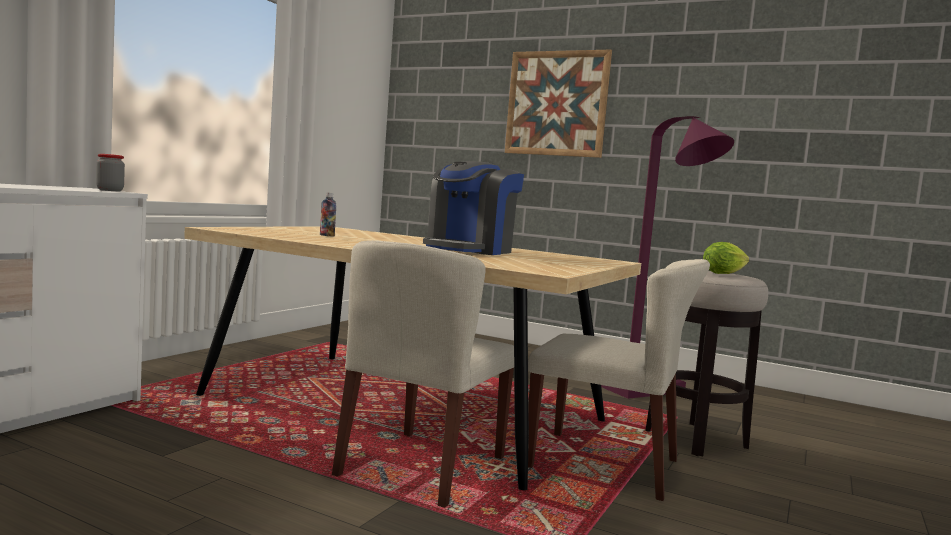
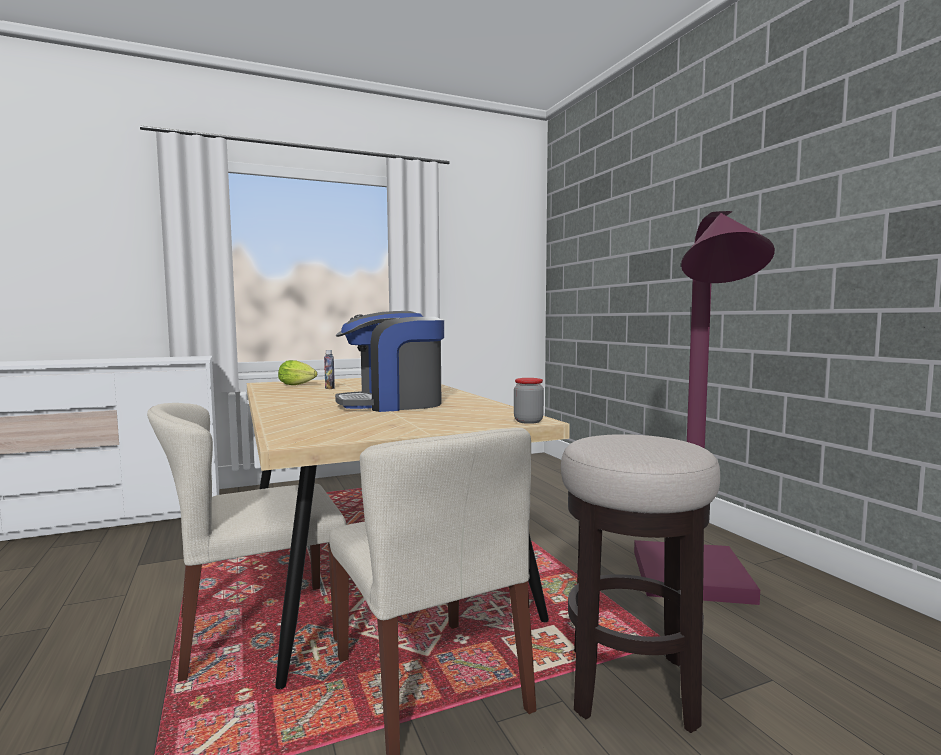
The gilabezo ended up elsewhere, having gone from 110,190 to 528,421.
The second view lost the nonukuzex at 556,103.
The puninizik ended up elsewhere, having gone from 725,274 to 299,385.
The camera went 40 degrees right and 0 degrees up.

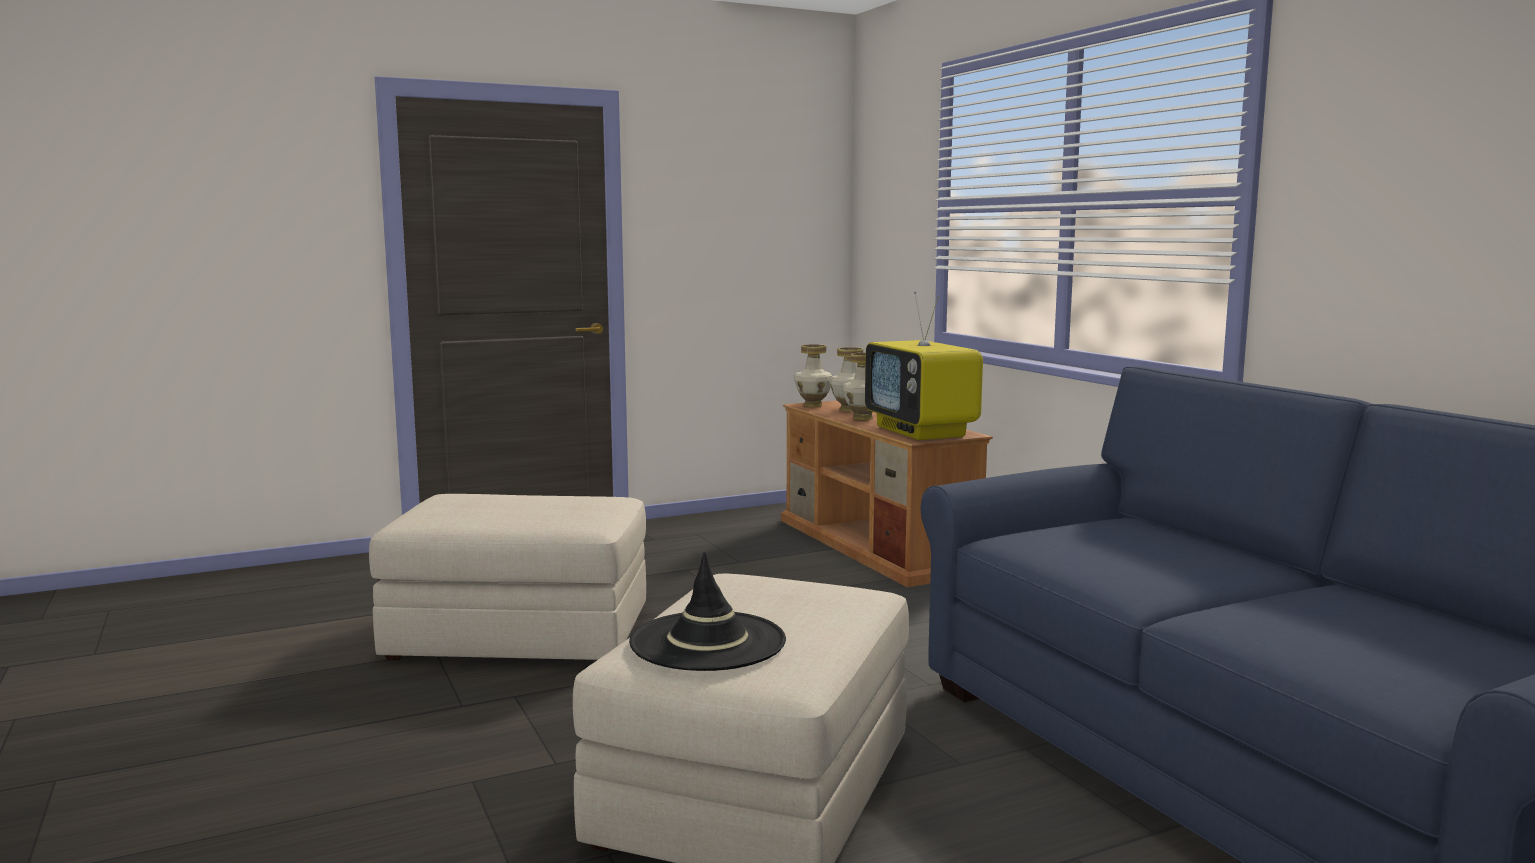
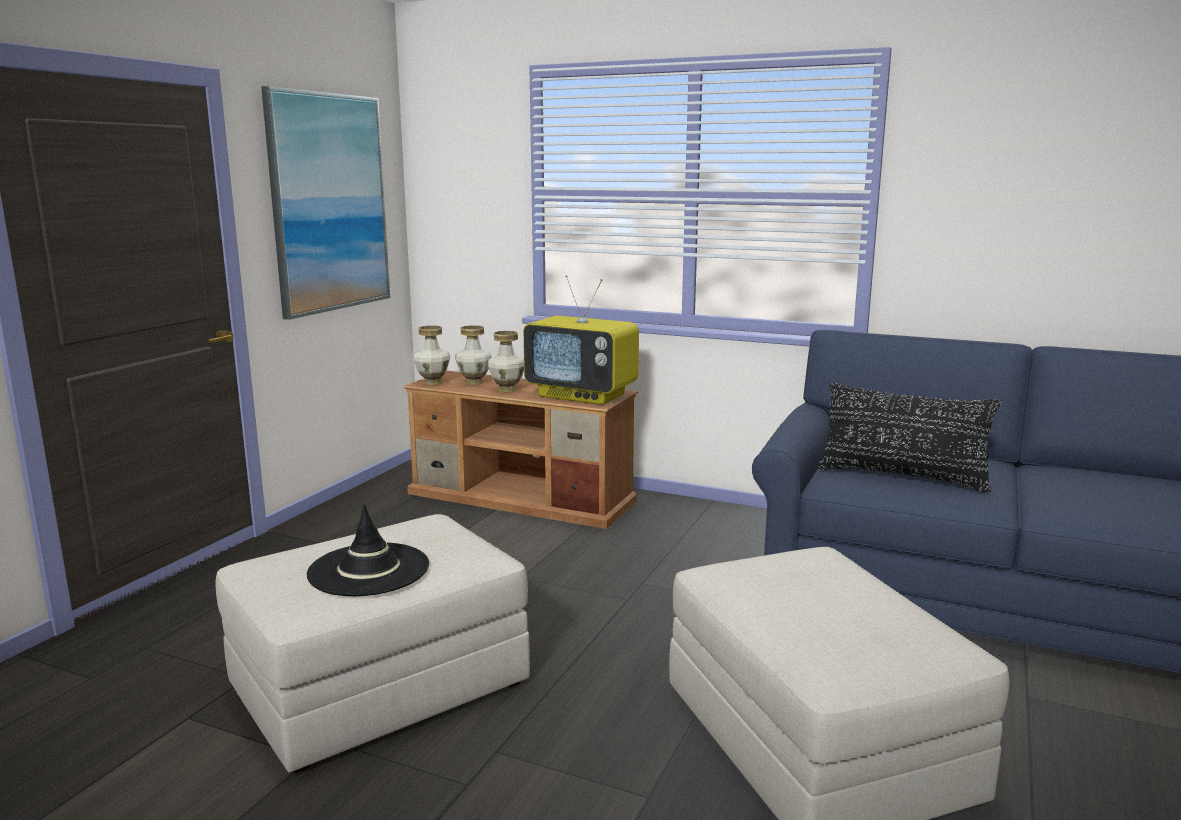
The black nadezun ended up elsewhere, having gone from 708,642 to 369,570.
The second view gained the nonukuzex at 329,203.
The second view gained the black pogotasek at 902,477.
The camera went 40 degrees left and 5 degrees up.

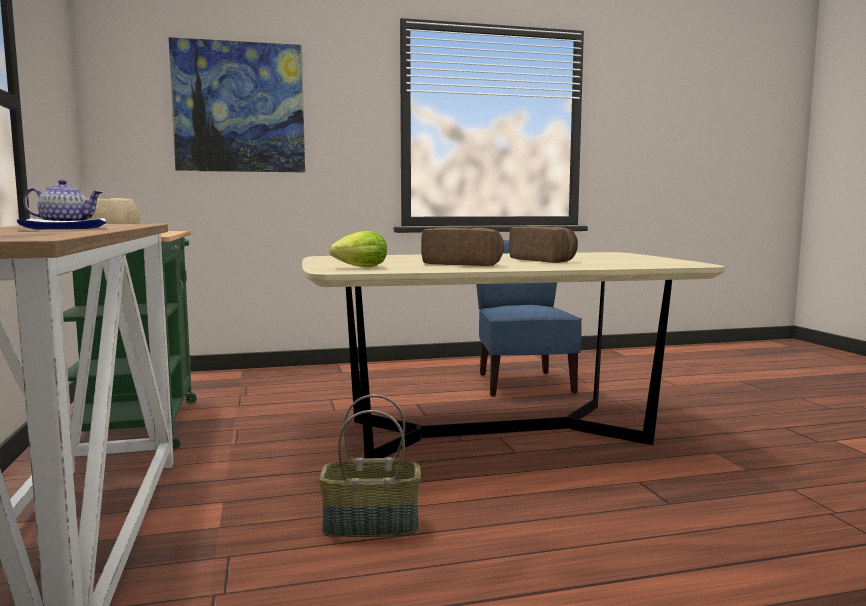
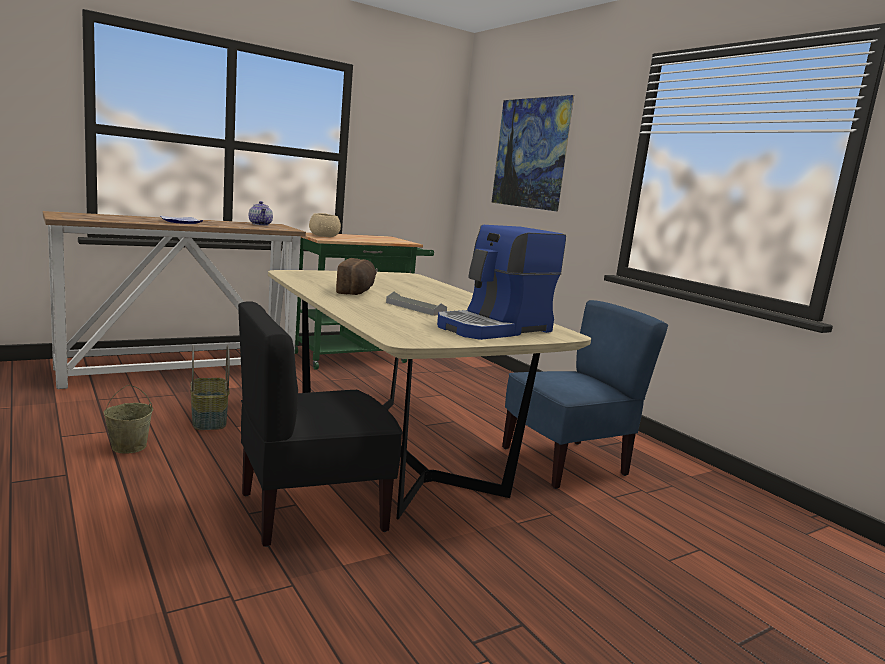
The second view lost the puninizik at 358,267.
Where the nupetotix stood at 544,260, the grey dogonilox came to stand at 415,308.
The second view gained the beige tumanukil at 129,447.
The second view gained the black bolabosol at 311,511.
The second view gained the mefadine at 495,328.
The camera went 70 degrees right and 5 degrees up.

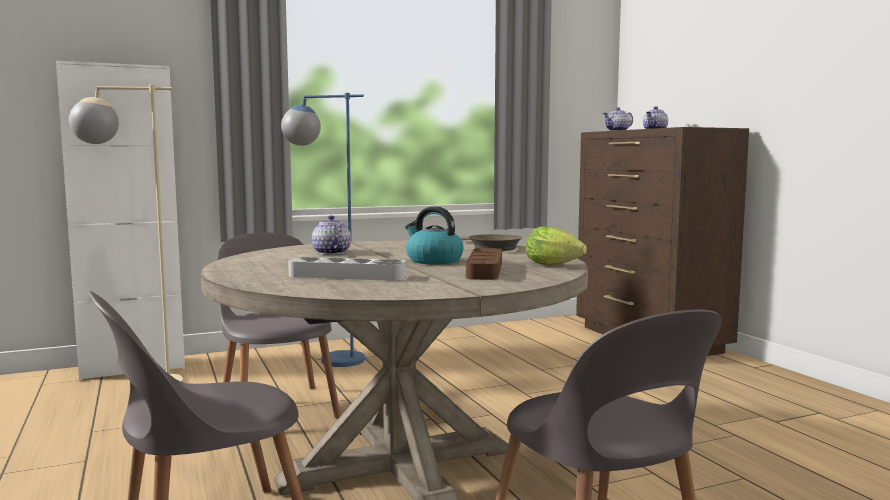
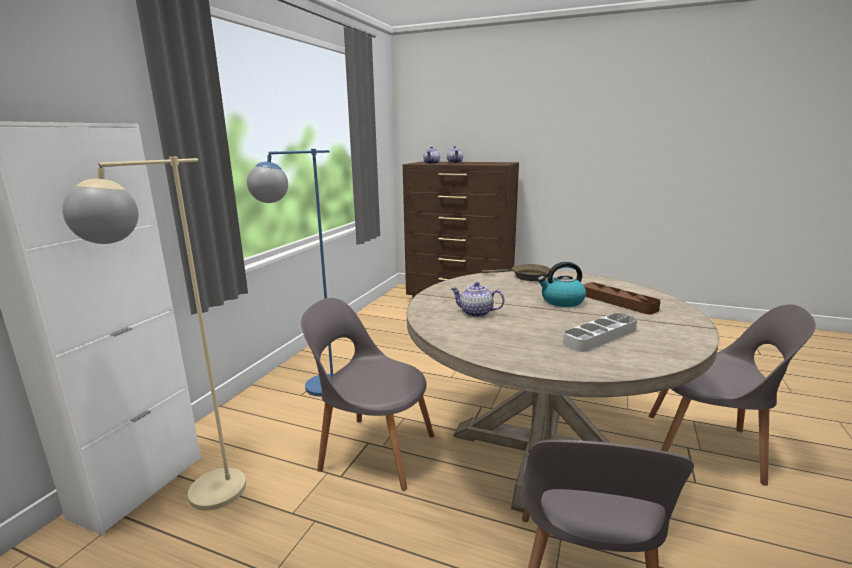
The second view lost the puninizik at 556,266.
The camera went 45 degrees left and 10 degrees up.

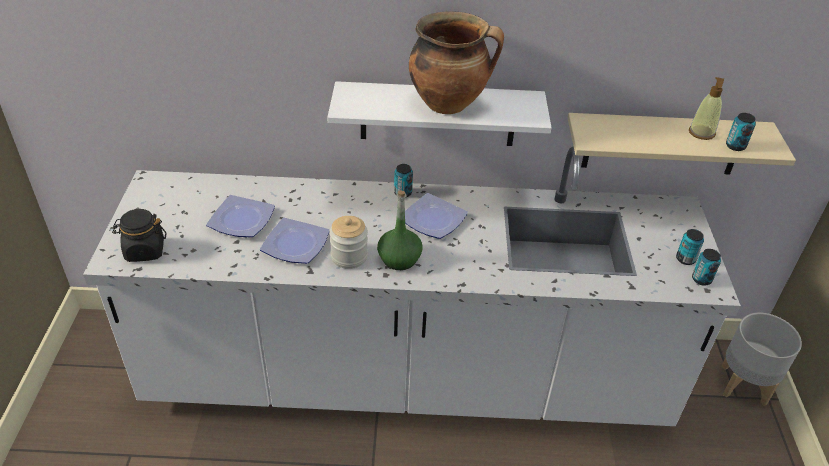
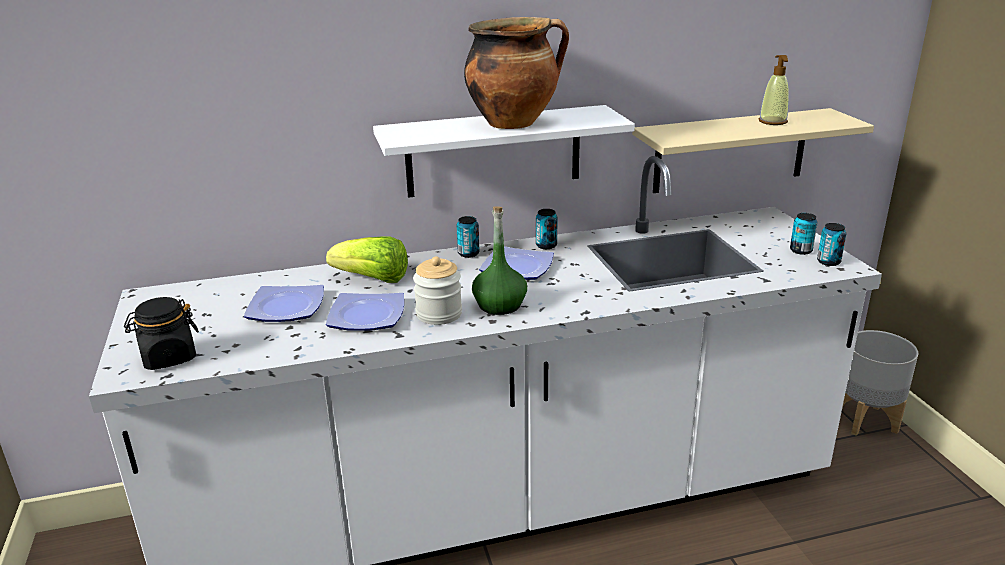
The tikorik ended up elsewhere, having gone from 735,146 to 546,245.
The second view gained the puninizik at 373,279.
The camera went 15 degrees left and 15 degrees down.

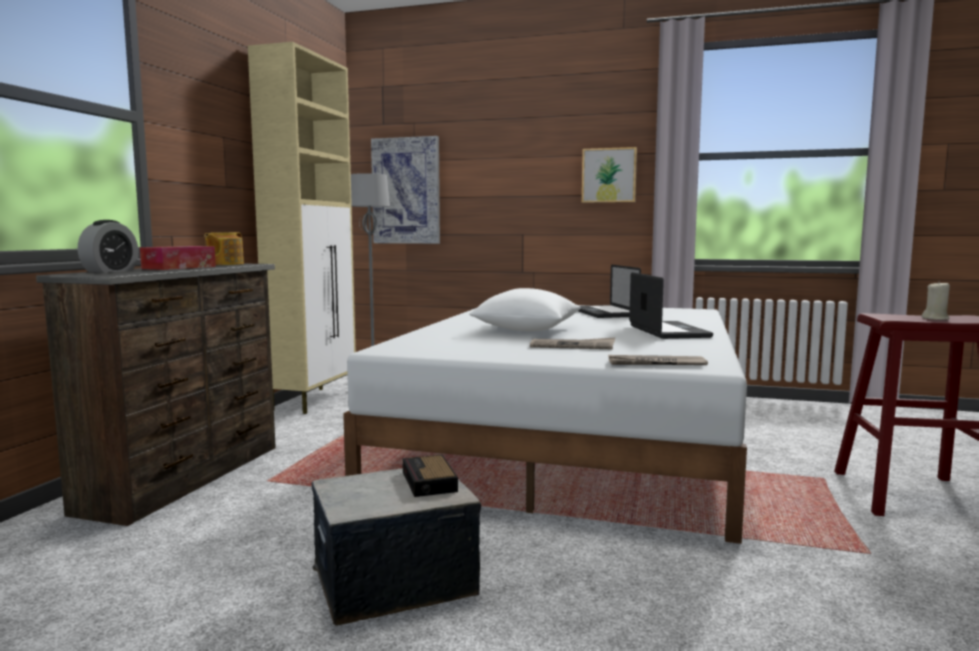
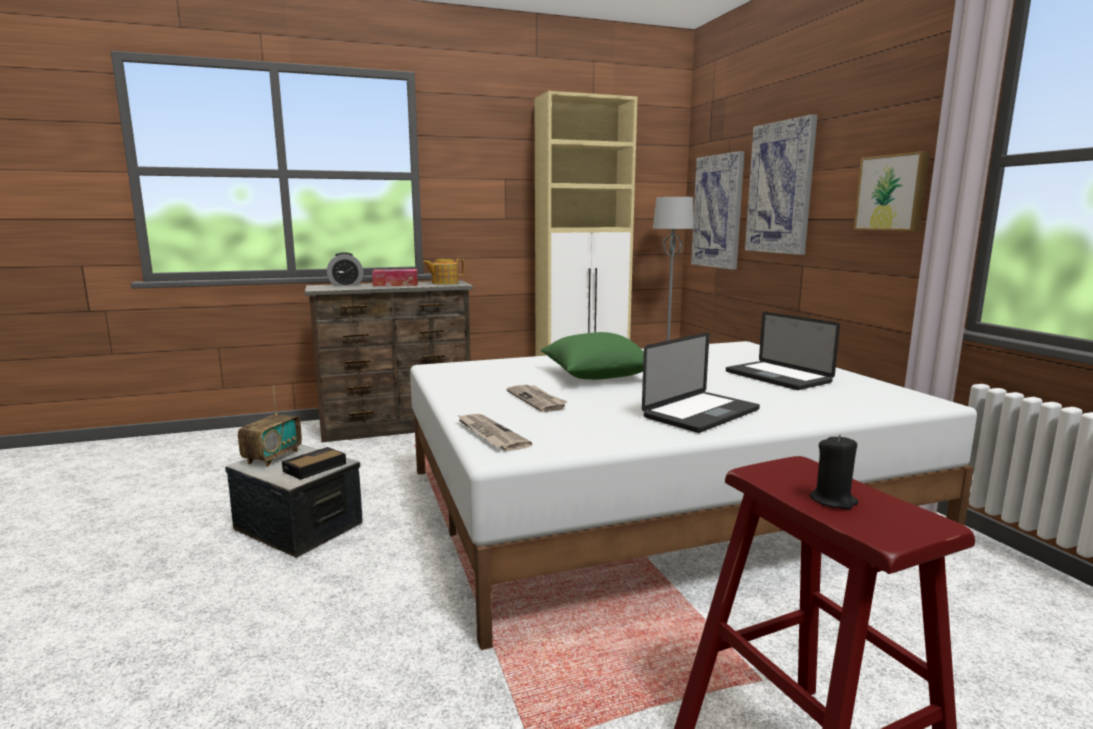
What was the white pogotasek at 526,330 turned into the green pogotasek at 596,376.
The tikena at 604,313 ended up facing another way, 75 degrees counterclockwise from before.
What was the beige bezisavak at 935,319 turned into the black bezisavak at 833,501.
The second view gained the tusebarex at 272,457.
The second view gained the nonukuzex at 780,188.
The camera went 55 degrees right and 5 degrees up.

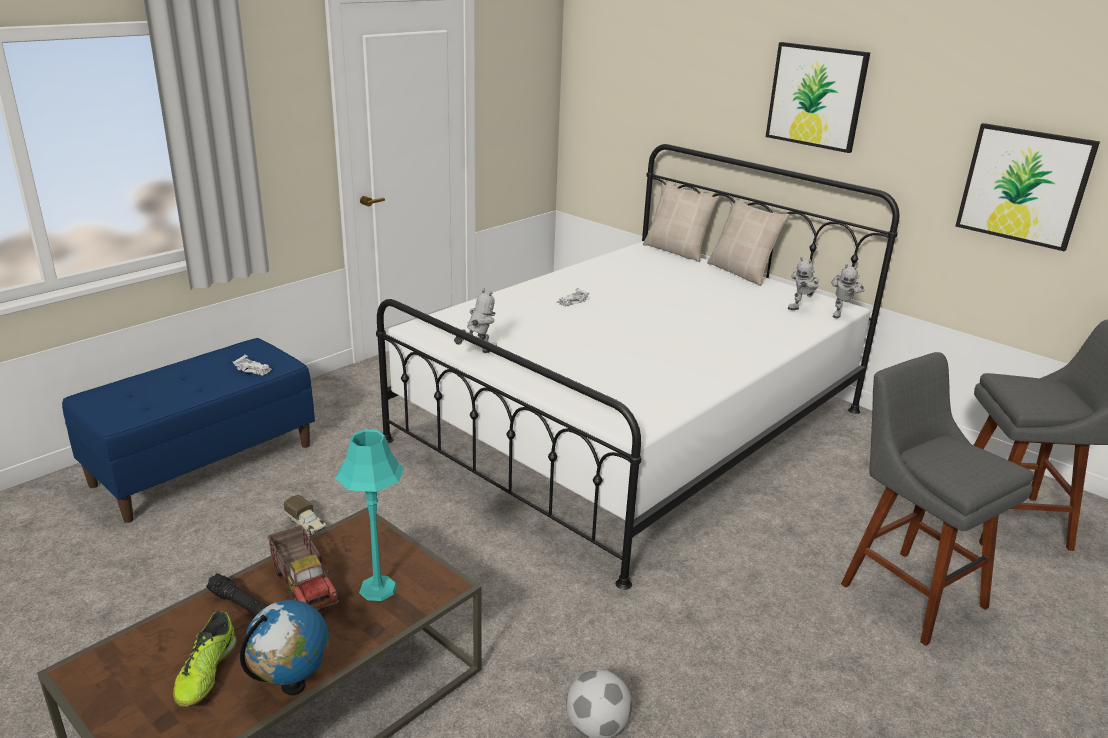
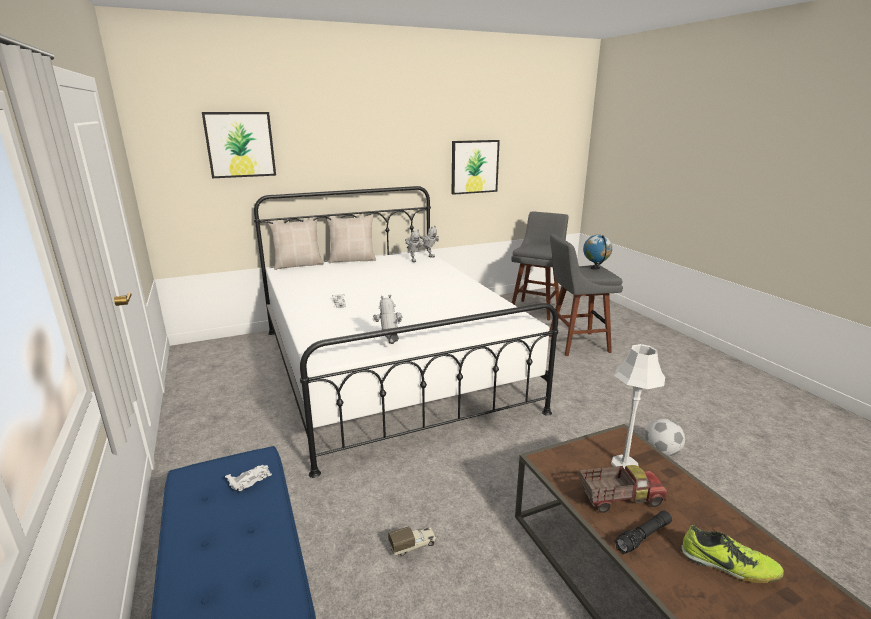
The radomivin ended up elsewhere, having gone from 293,686 to 595,268.
What was the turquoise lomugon at 378,589 turned into the grey lomugon at 624,464.
The nonukuzex ended up elsewhere, having gone from 816,96 to 240,144.
The camera went 65 degrees left and 5 degrees down.

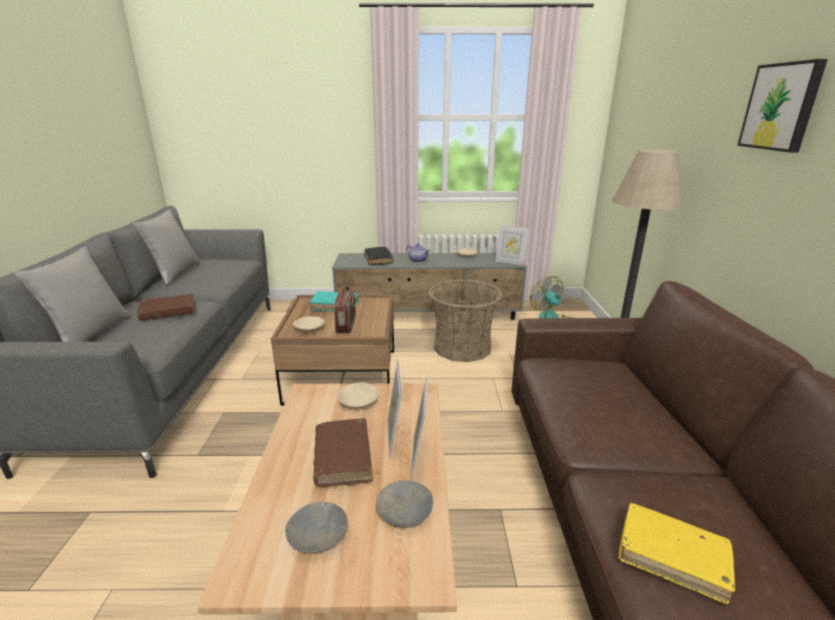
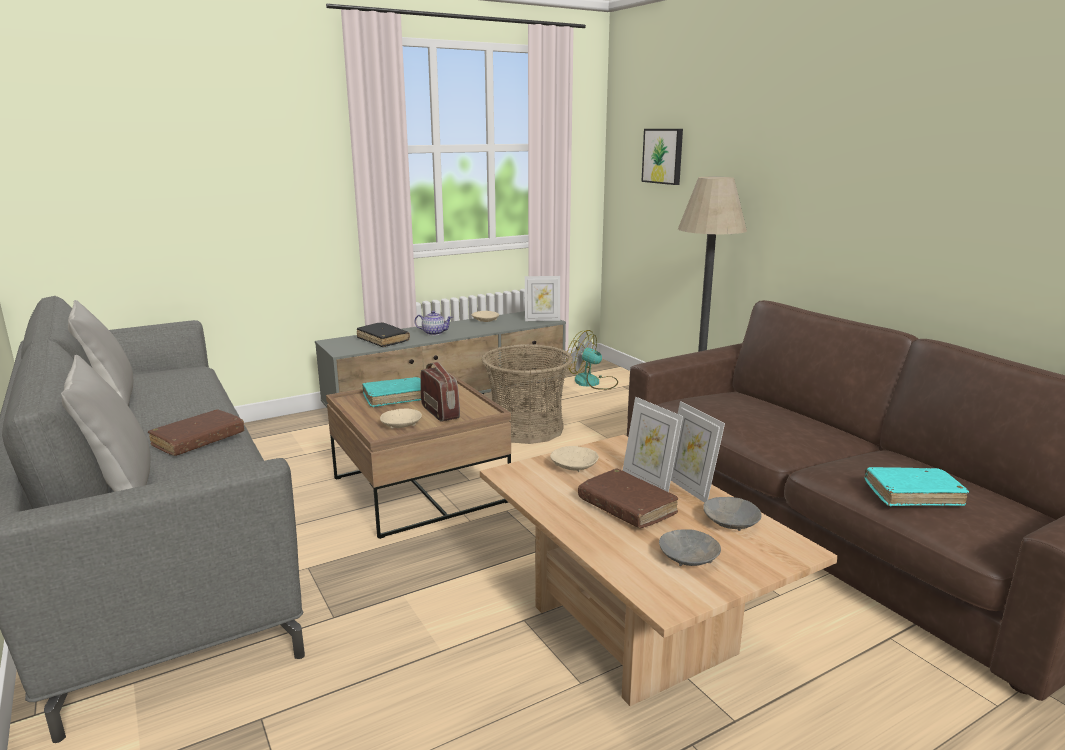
What was the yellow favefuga at 672,557 turned into the turquoise favefuga at 912,494.
The nonukuzex ended up elsewhere, having gone from 781,107 to 663,156.
The camera went 30 degrees left and 5 degrees down.

